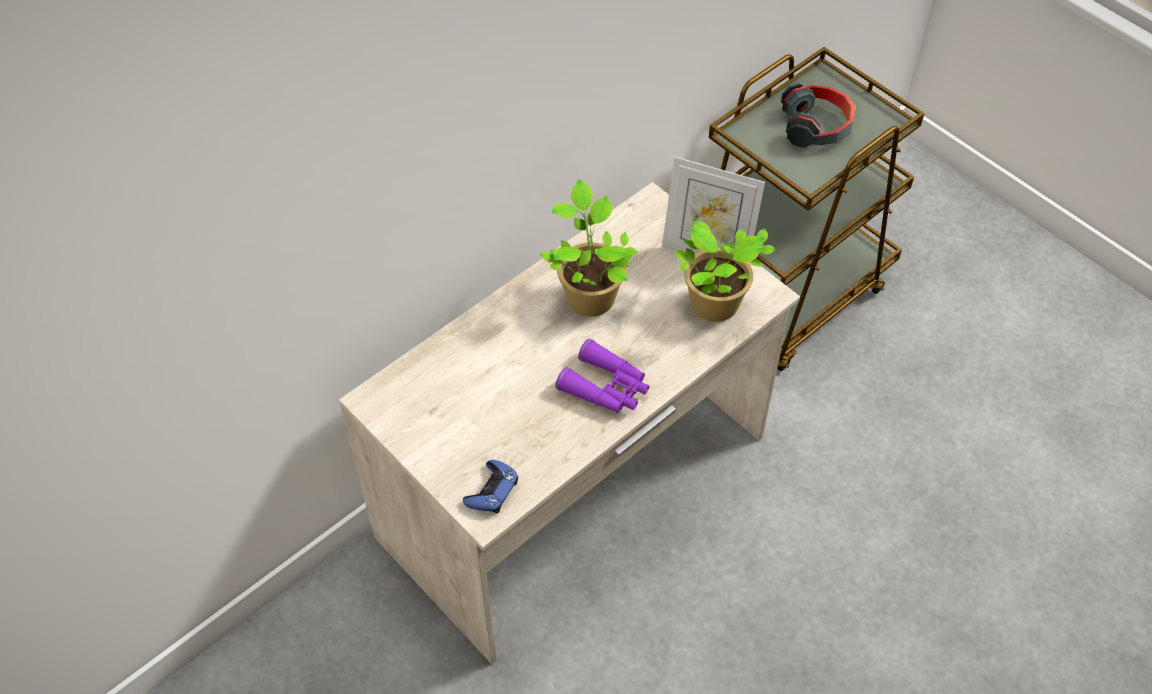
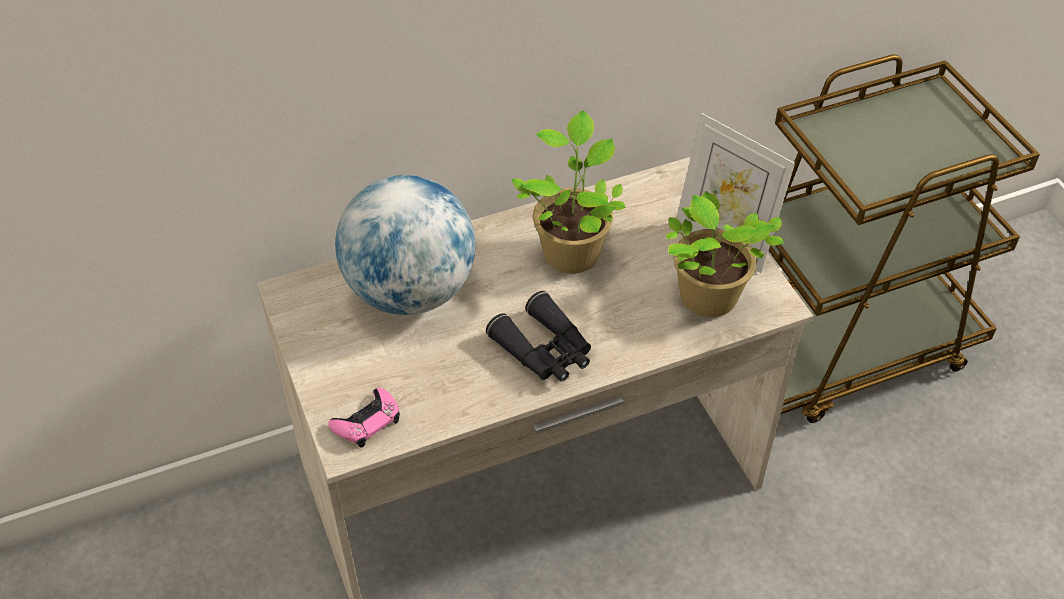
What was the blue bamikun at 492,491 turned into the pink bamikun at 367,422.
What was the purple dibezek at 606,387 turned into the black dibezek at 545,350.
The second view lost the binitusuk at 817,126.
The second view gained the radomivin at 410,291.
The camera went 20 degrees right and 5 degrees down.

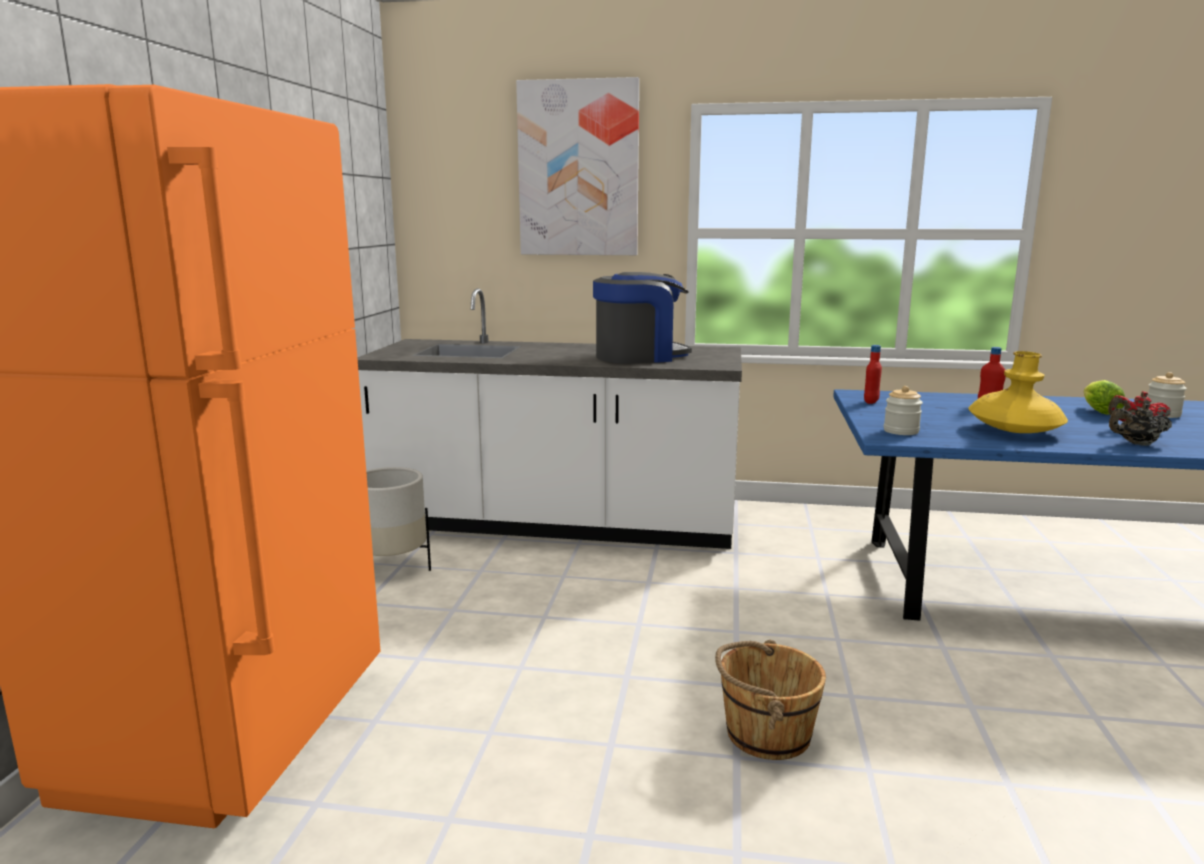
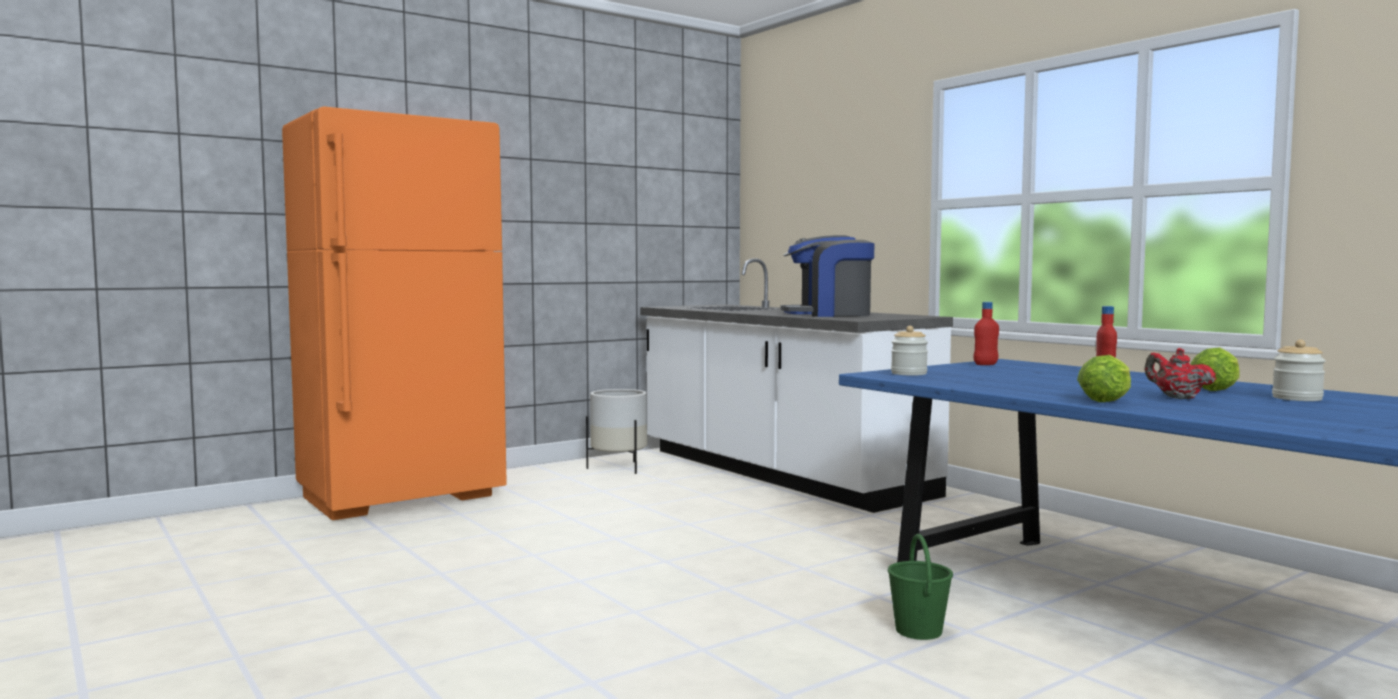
The second view lost the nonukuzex at 578,169.
The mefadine at 639,356 ended up facing another way, 150 degrees clockwise from before.
The second view lost the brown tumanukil at 766,733.
The second view lost the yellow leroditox at 1014,430.
Where the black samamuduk stood at 1137,444, the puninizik came to stand at 1107,400.
The second view gained the green tumanukil at 919,631.
The camera went 45 degrees right and 10 degrees down.

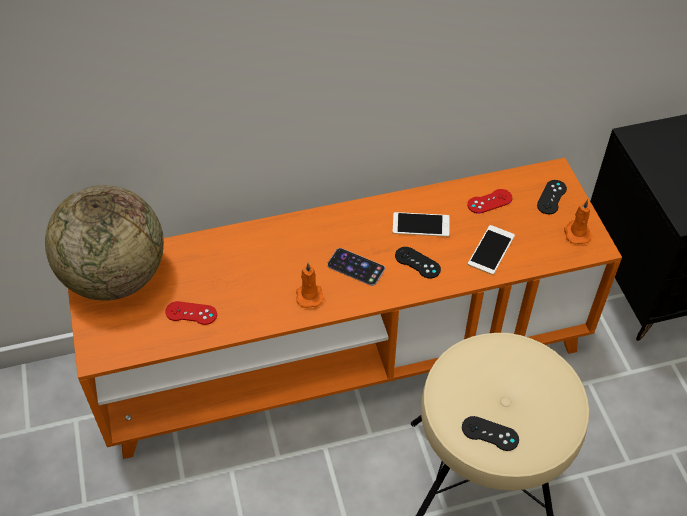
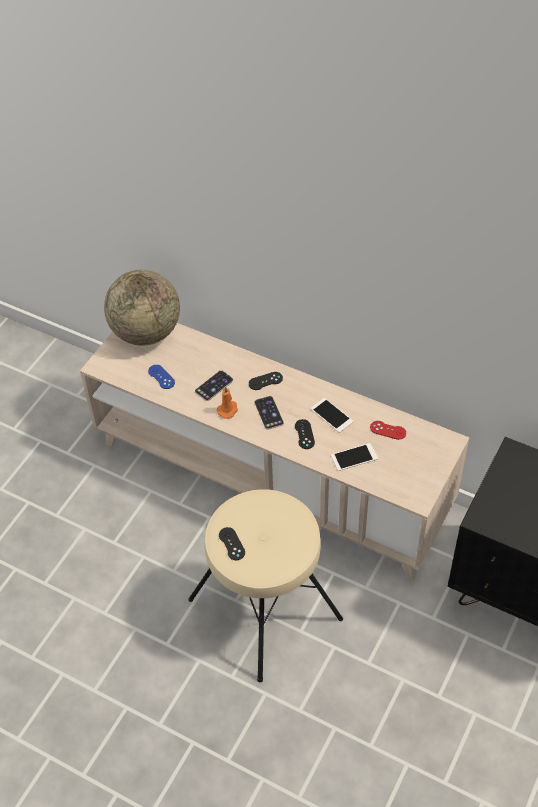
What was the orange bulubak at 343,356 turned into the beige bulubak at 271,477.
What was the red bamikun at 191,313 turned into the blue bamikun at 161,377.
The black bamikun ended up elsewhere, having gone from 551,197 to 265,381.
The second view lost the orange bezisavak at 576,233.
The second view gained the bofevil at 214,386.
The camera went 45 degrees right and 0 degrees up.

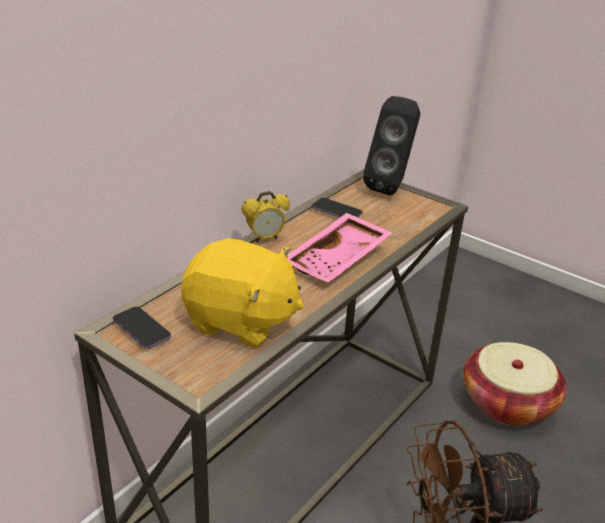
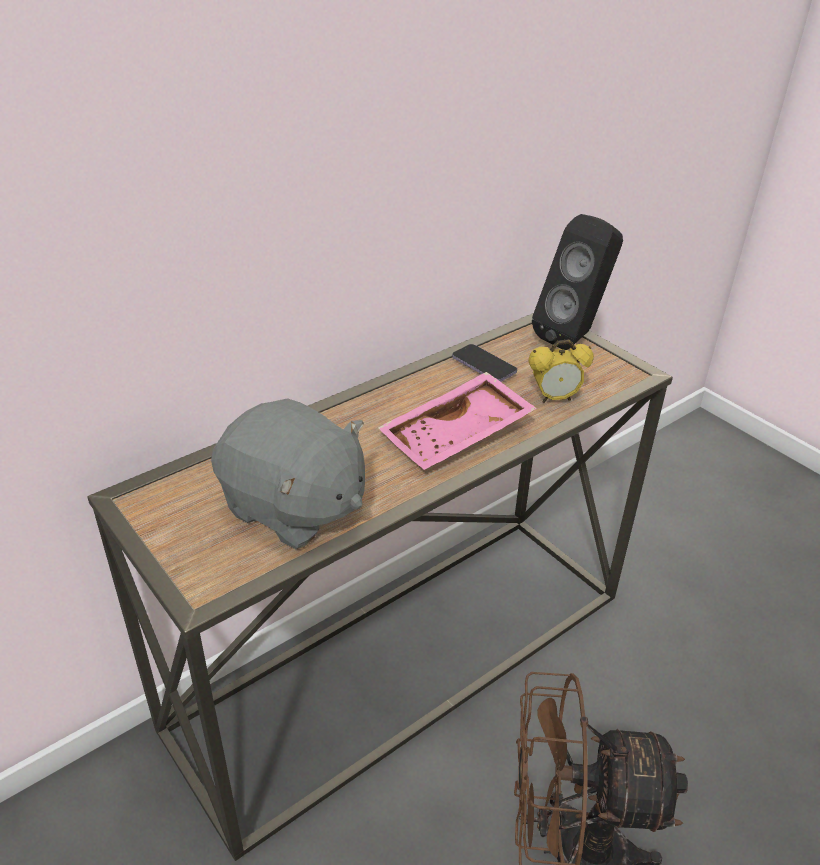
The second view lost the bofevil at 141,329.
What was the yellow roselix at 241,321 turned into the grey roselix at 293,508.
The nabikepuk ended up elsewhere, having gone from 265,238 to 555,398.
The second view lost the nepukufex at 508,402.
The camera went 15 degrees right and 5 degrees up.

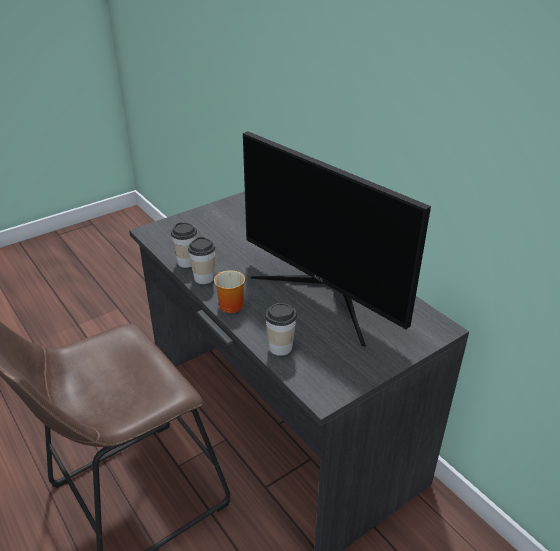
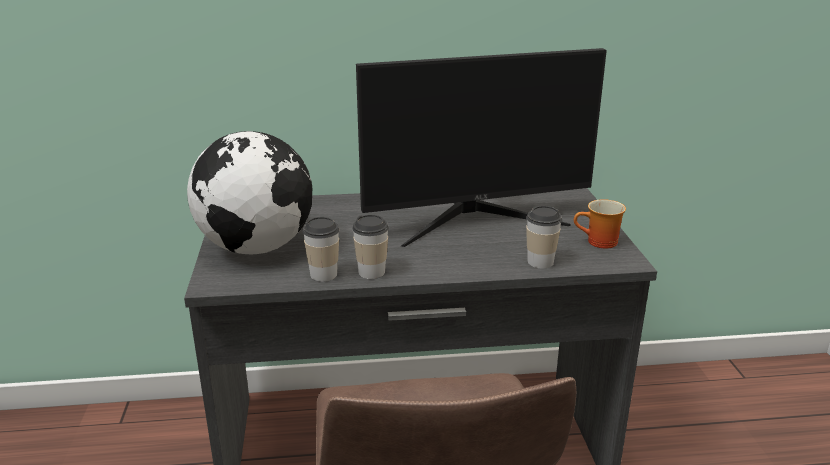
The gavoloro ended up elsewhere, having gone from 228,304 to 599,243.
The second view gained the radomivin at 257,248.
The camera went 60 degrees left and 10 degrees down.

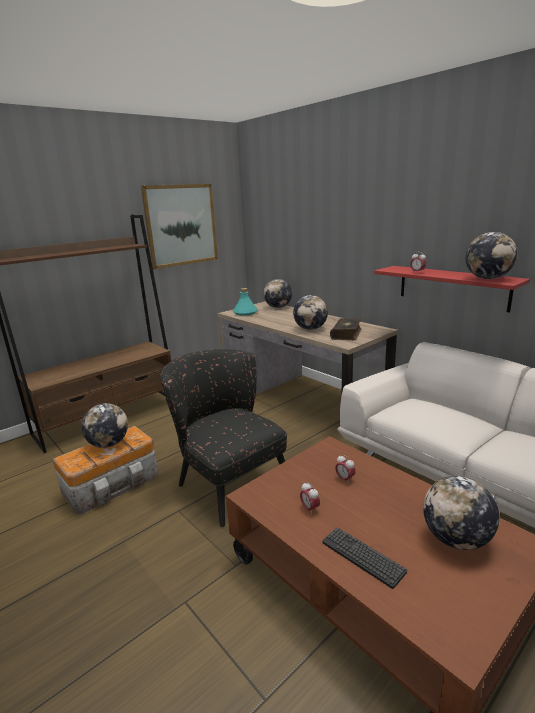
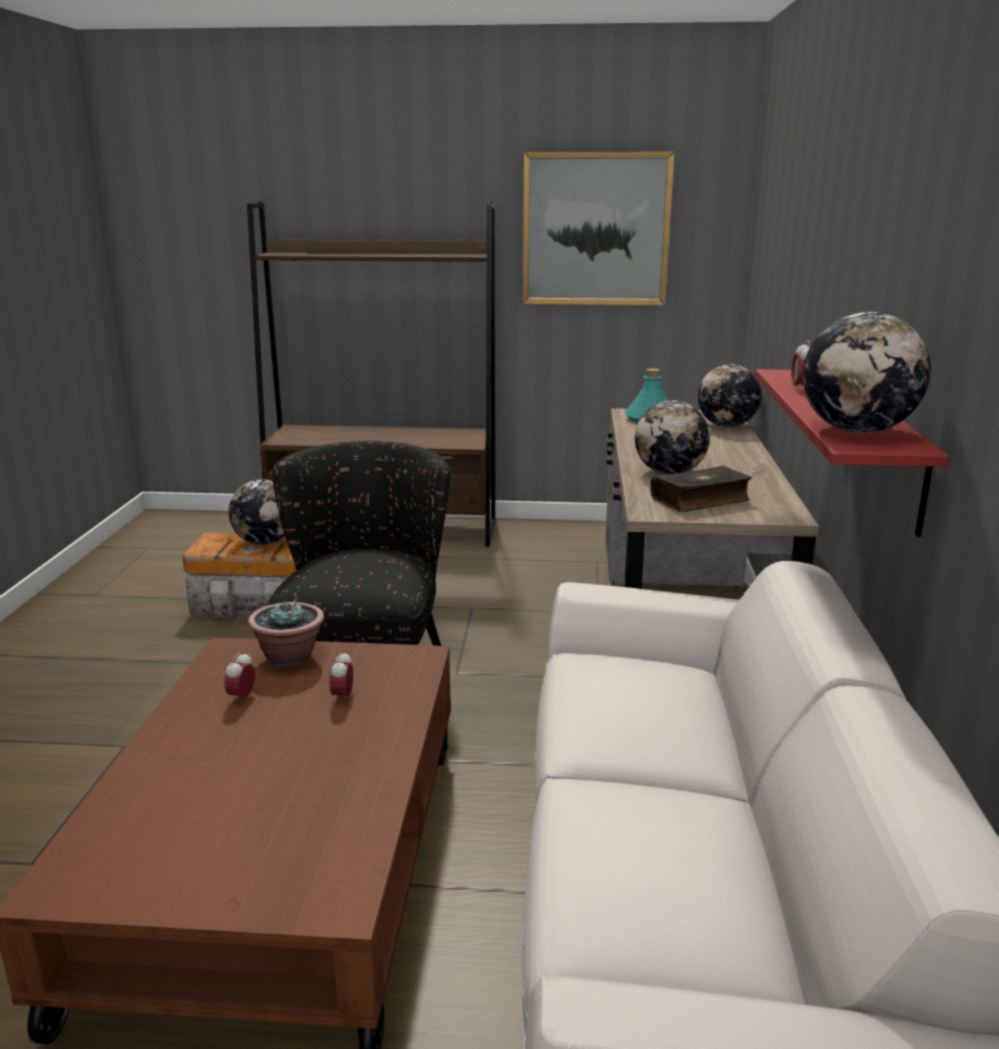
The second view lost the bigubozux at 362,556.
The second view lost the radomivin at 456,539.
The second view gained the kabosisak at 289,657.
The camera went 45 degrees right and 0 degrees up.

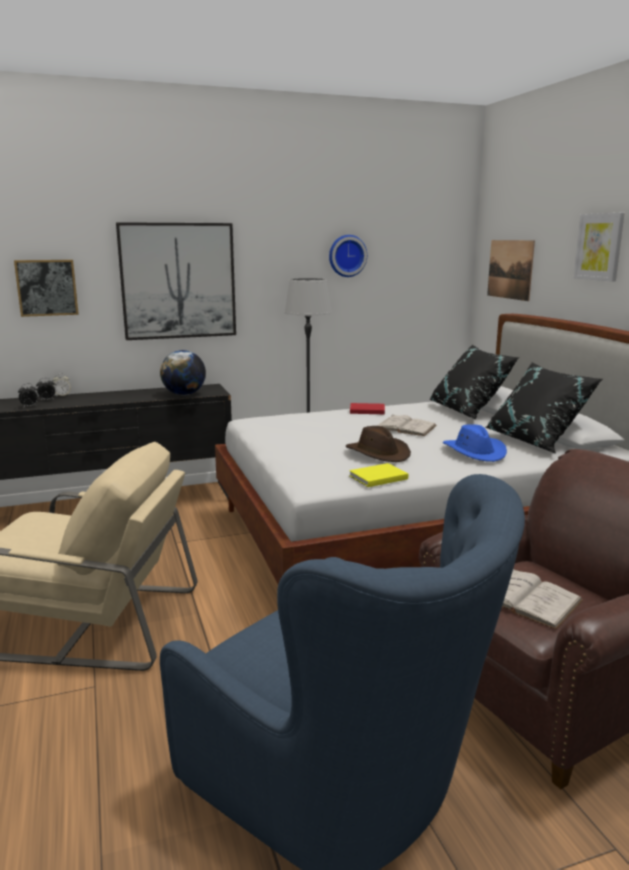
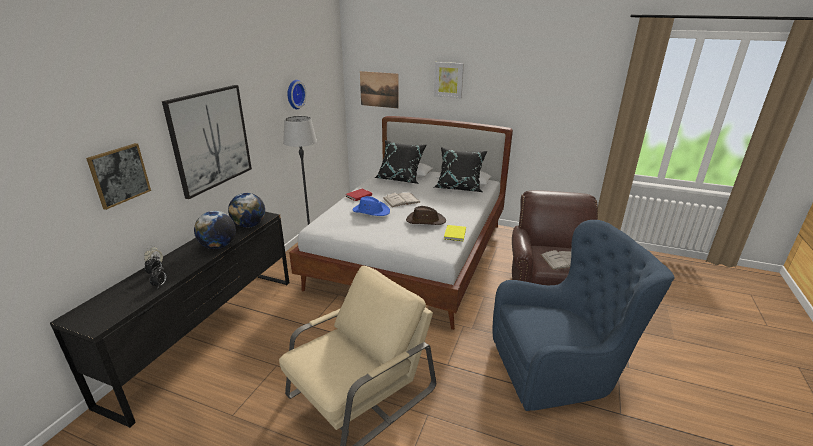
The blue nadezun ended up elsewhere, having gone from 475,452 to 371,211.
The second view gained the radomivin at 218,246.
The camera went 50 degrees left and 10 degrees up.

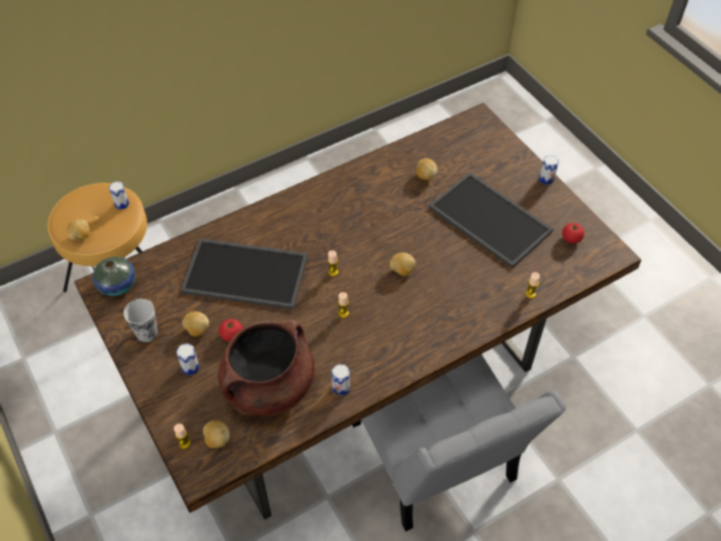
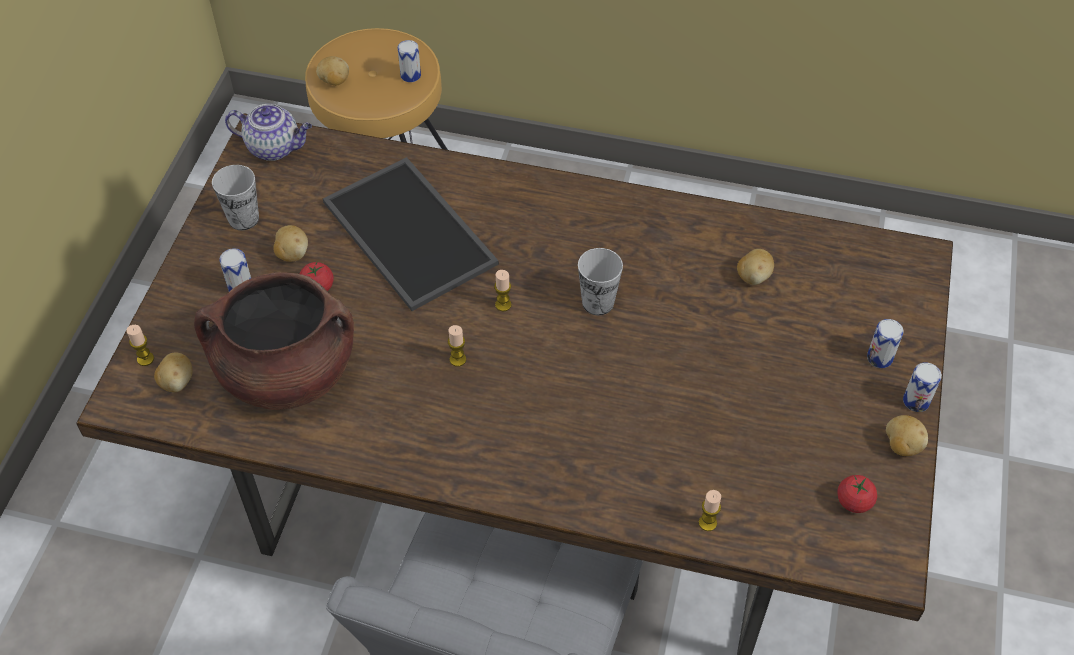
Where the leroditox stood at 117,285, the samamuduk came to stand at 275,147.
The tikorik ended up elsewhere, having gone from 341,388 to 879,357.
The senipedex ended up elsewhere, having gone from 402,270 to 901,445.
The second view lost the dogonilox at 492,219.
The second view gained the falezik at 598,302.
The camera went 45 degrees right and 0 degrees up.

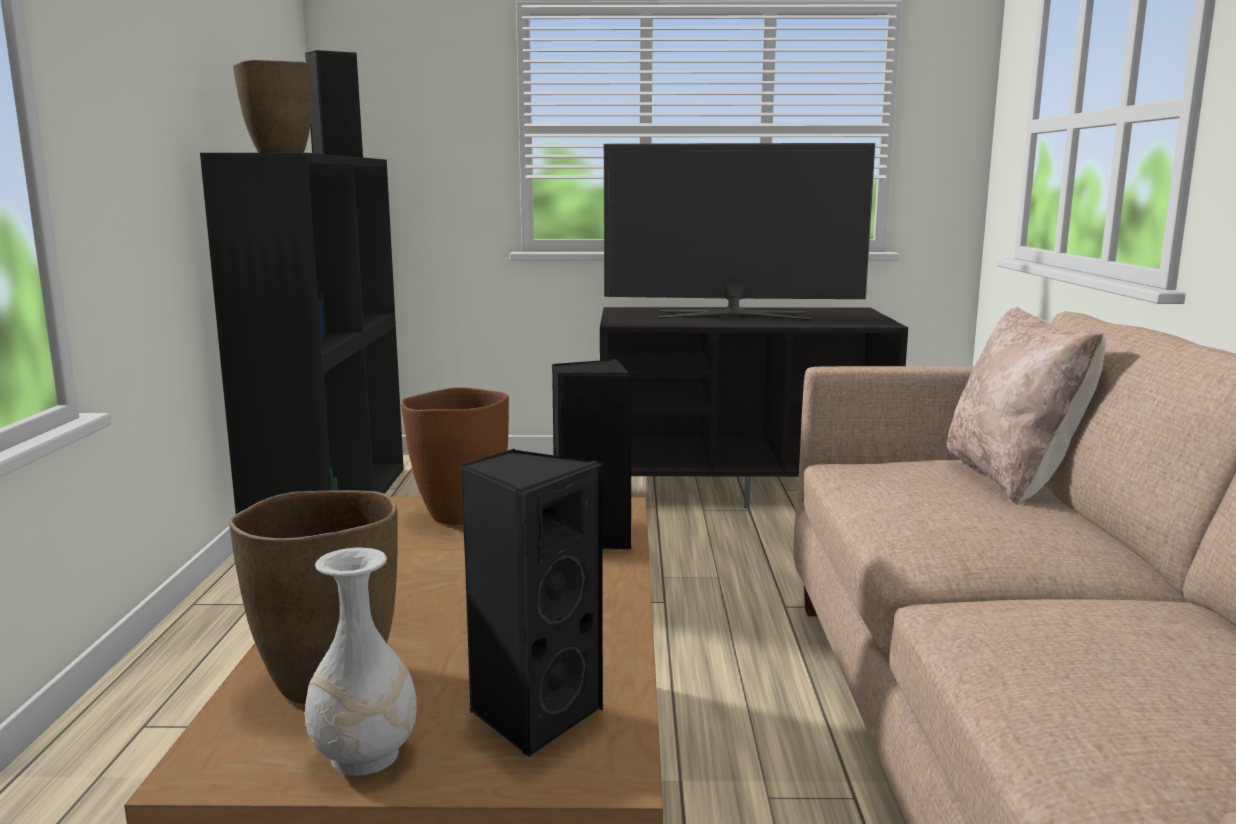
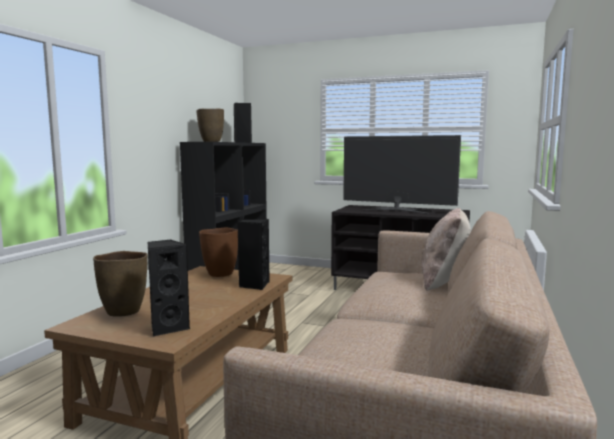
The second view lost the white leroditox at 363,757.
The camera went 20 degrees right and 5 degrees down.

